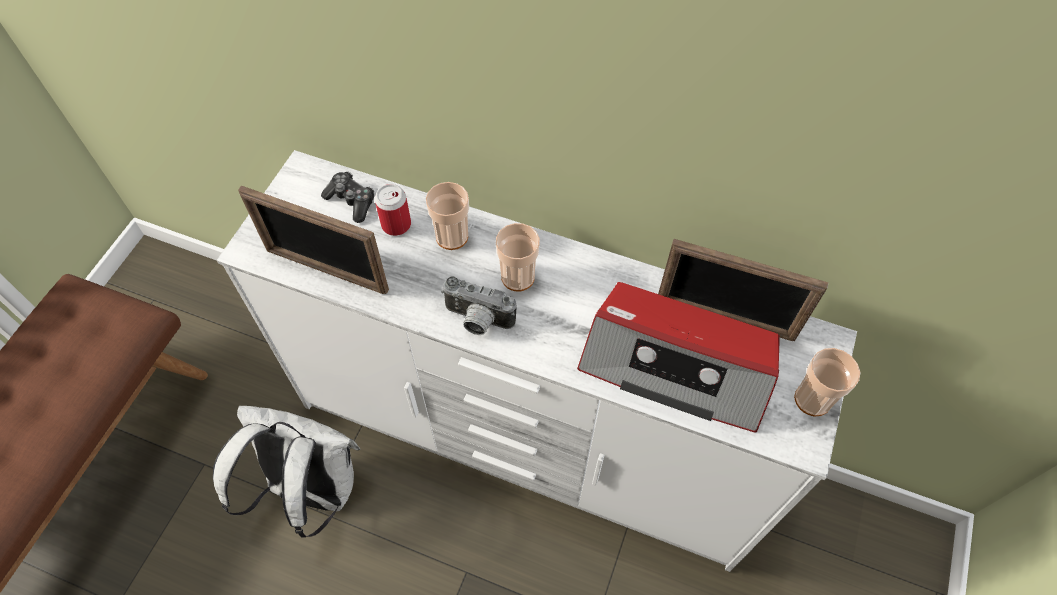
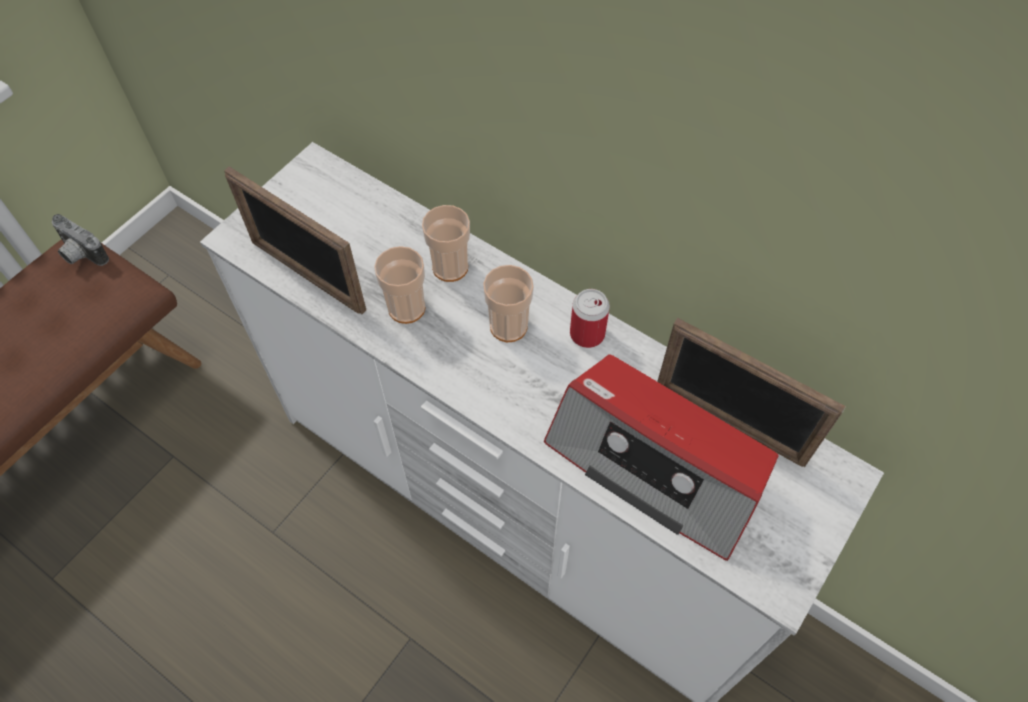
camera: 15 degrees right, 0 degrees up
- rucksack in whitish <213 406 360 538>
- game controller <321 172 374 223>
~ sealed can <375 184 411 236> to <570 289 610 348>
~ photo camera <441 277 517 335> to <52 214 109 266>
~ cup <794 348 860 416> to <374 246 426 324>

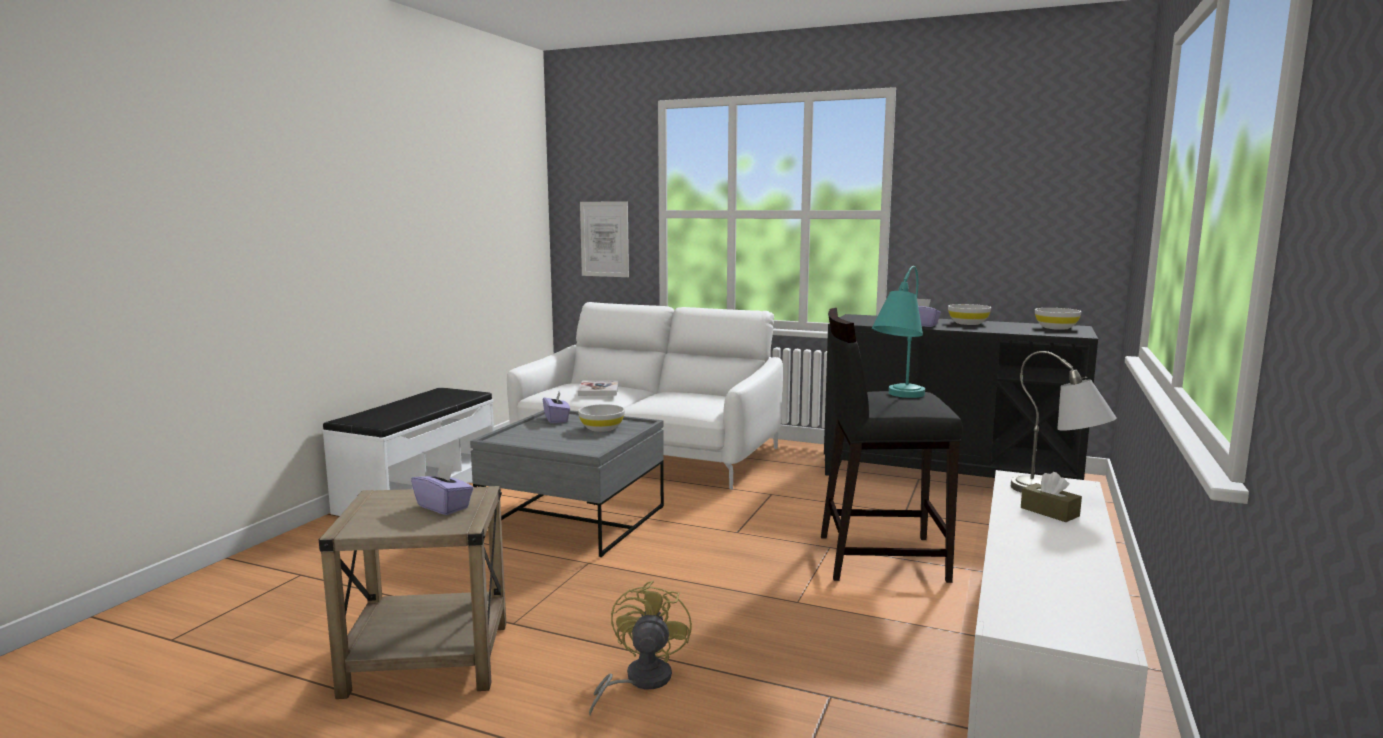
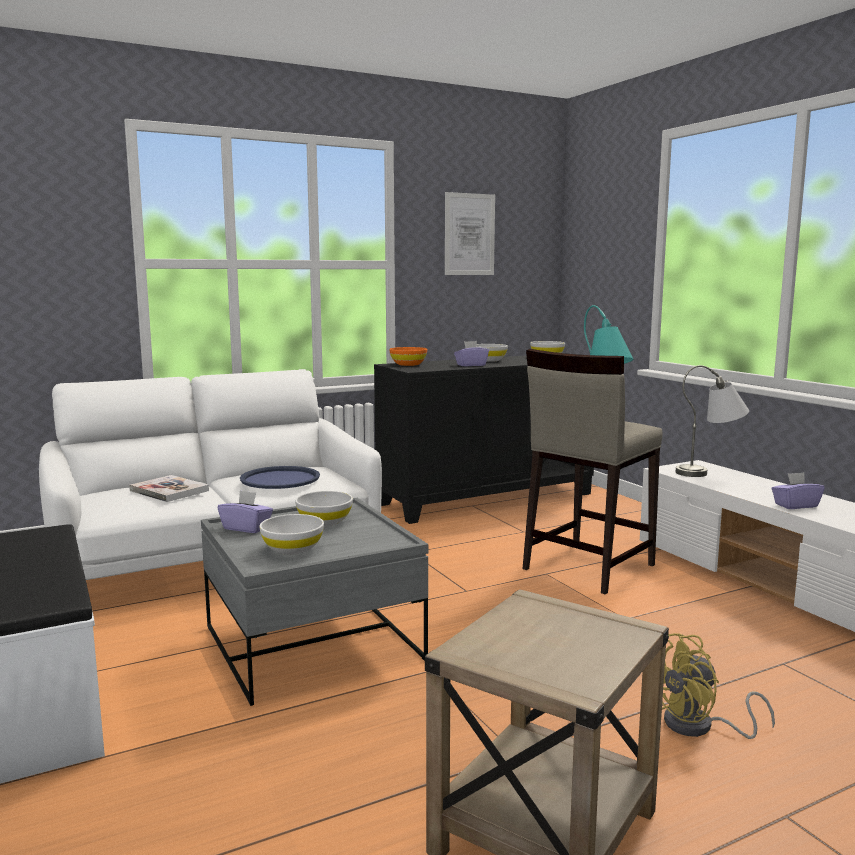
camera: 50 degrees left, 0 degrees up
- box of tissues in brownish <1021 472 1082 522>
+ serving tray in blue <240 466 320 489>
+ deep dish in whitish <259 514 324 555>
+ deep dish in orange <389 347 427 366>
~ box of tissues in purple <411 462 474 515> to <771 472 825 509>
~ wall picture <580 202 629 277> to <445 192 495 275>
~ stool in black <821 308 963 583> to stool in sand-coloured <522 349 663 594>
~ fan in yellowish <589 581 692 716> = <662 633 775 739> 75 degrees counterclockwise

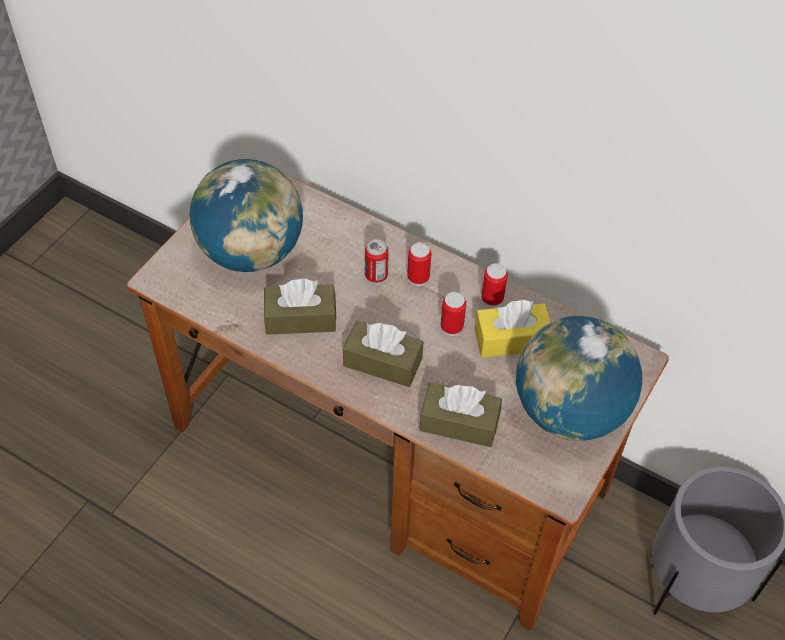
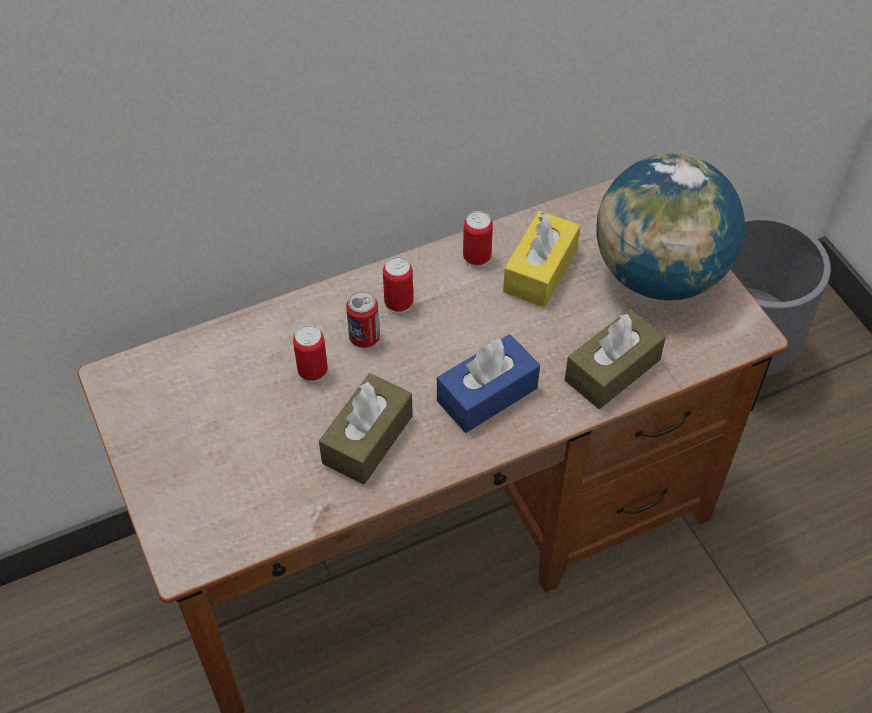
camera: 55 degrees left, 0 degrees up
- globe <190 159 303 272>
~ sealed can <441 292 466 336> to <293 325 328 383>
~ box of tissues in brownish <343 320 424 387> to box of tissues in blue <437 334 540 433>

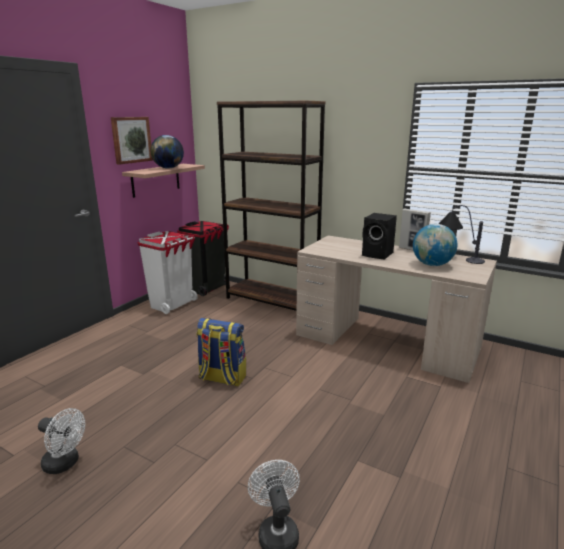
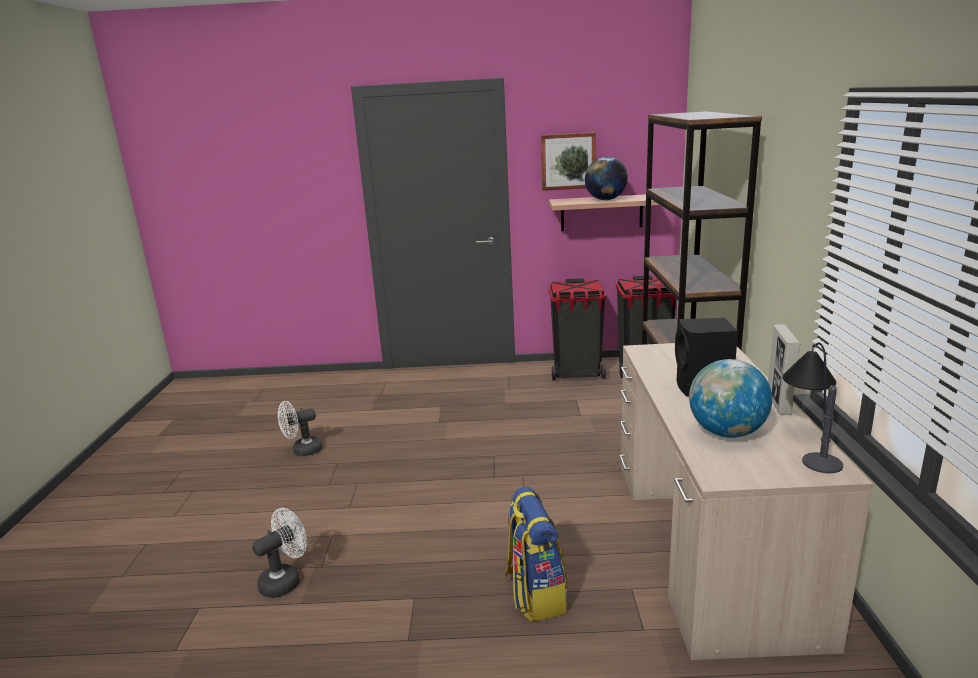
camera: 60 degrees right, 0 degrees up
~ rucksack <196 318 246 387> to <505 487 568 621>
~ trash can in whitish <138 231 198 314> to trash can in black <549 278 606 380>
~ fan in whitish <38 408 85 474> = <278 401 323 456> 75 degrees clockwise

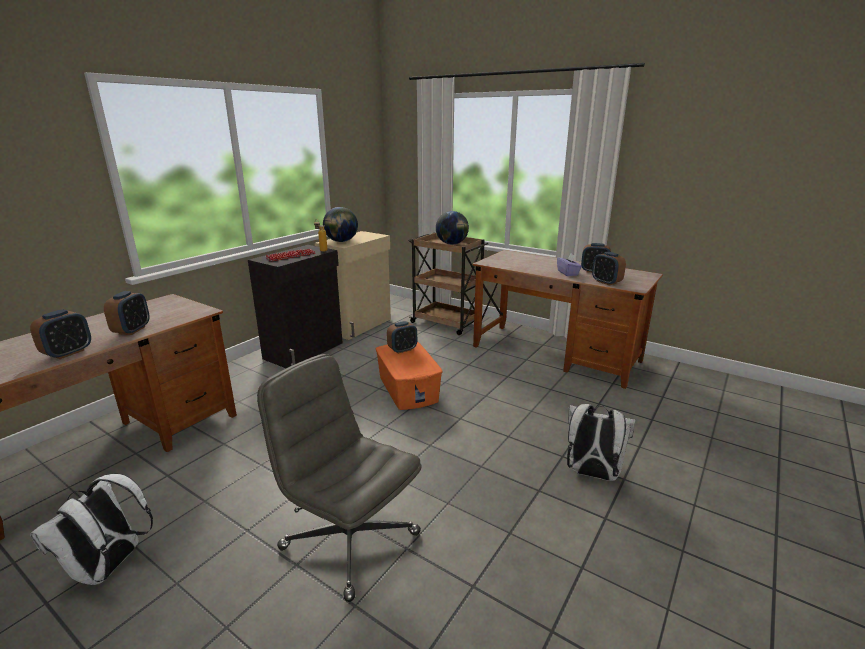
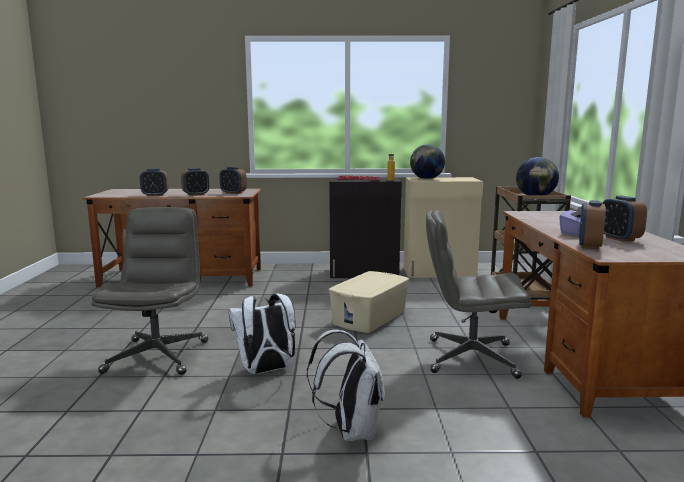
camera: 55 degrees right, 10 degrees down
+ desk chair in greyish <426 210 531 379>
~ rucksack in whitish <30 474 153 585> to <228 293 296 374>
~ bedside clock <387 321 417 354> to <220 167 247 194>
~ storage box in orange <376 342 443 410> to storage box in sand-coloured <329 271 409 333>

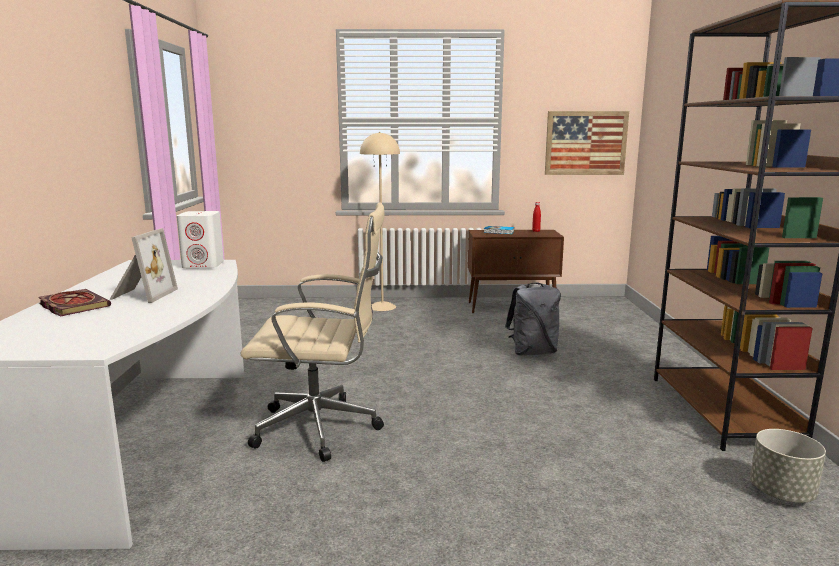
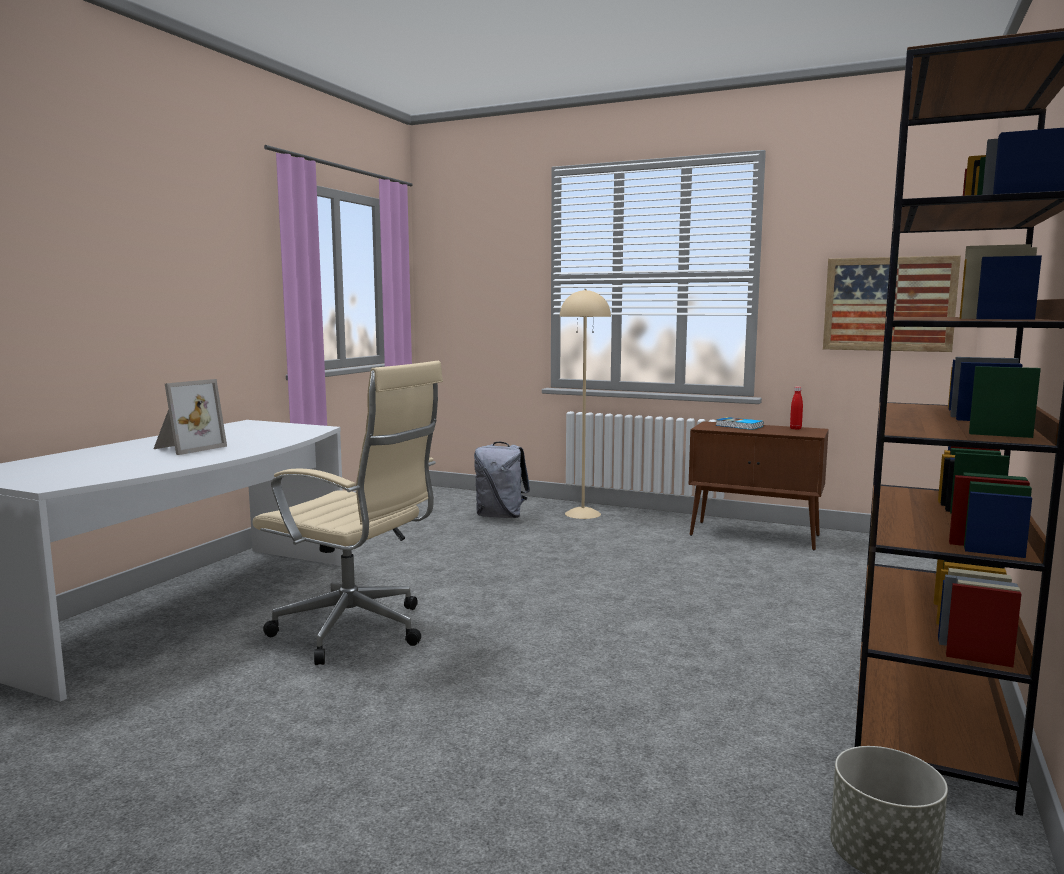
camera: 25 degrees right, 5 degrees down
- bound book <38 289 111 317>
- speaker in whitish <177 211 224 269>
~ rucksack in greyish <505 283 561 355> to <474 442 530 518>

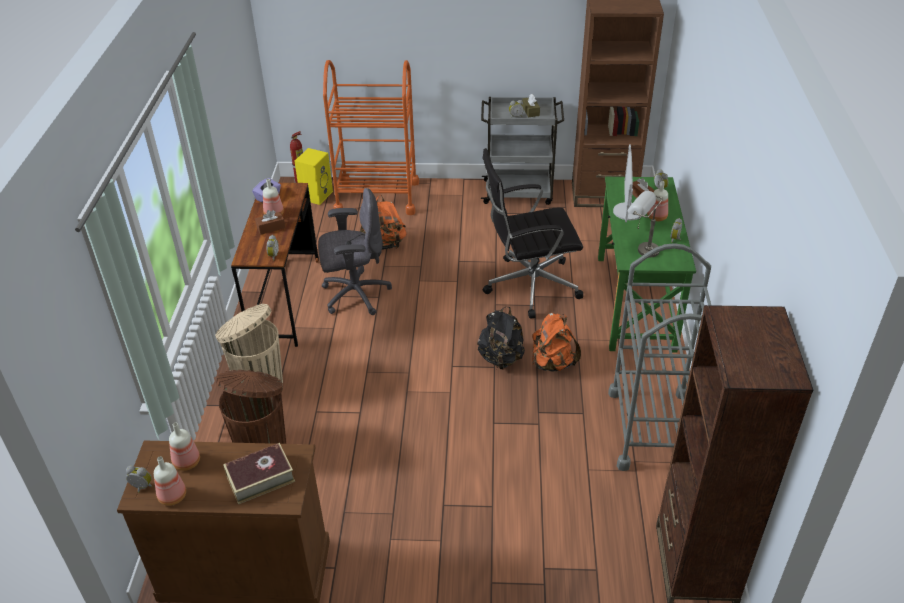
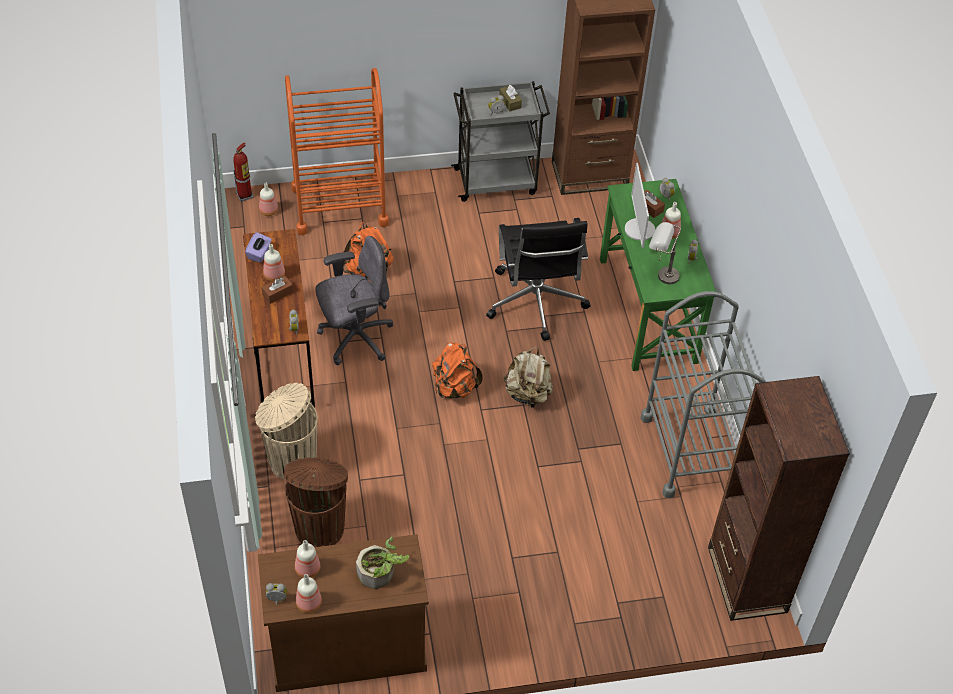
camera: 15 degrees left, 10 degrees up
~ rucksack in orange <532 313 581 372> to <432 342 483 398>
~ bound book <223 443 295 505> to houseplant <356 537 409 589>
~ speaker in yellowish <294 148 333 205> to bottle <259 183 278 216>
~ rucksack in black <477 307 525 370> to rucksack in sand-coloured <504 347 553 408>
~ desk chair in black <482 148 583 319> = <486 218 590 341> 75 degrees counterclockwise

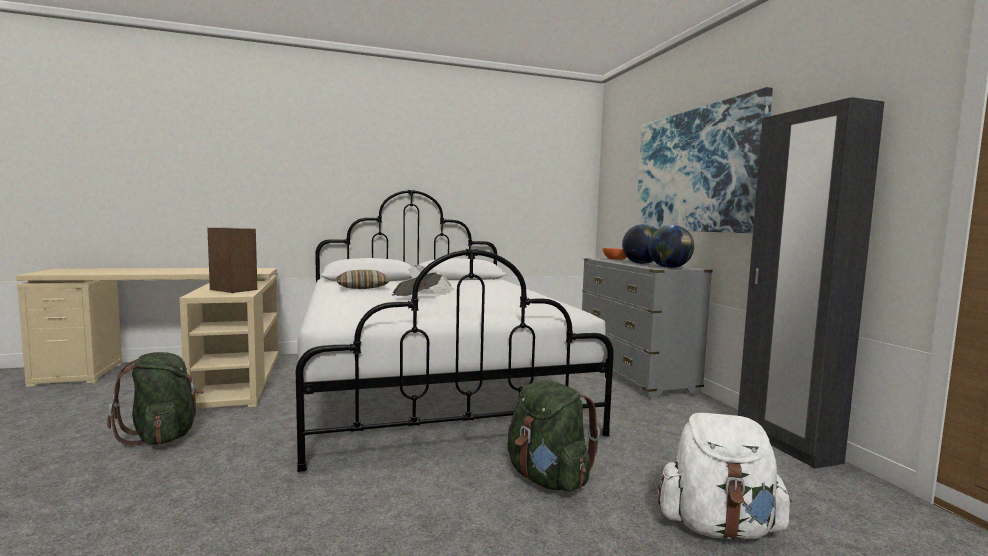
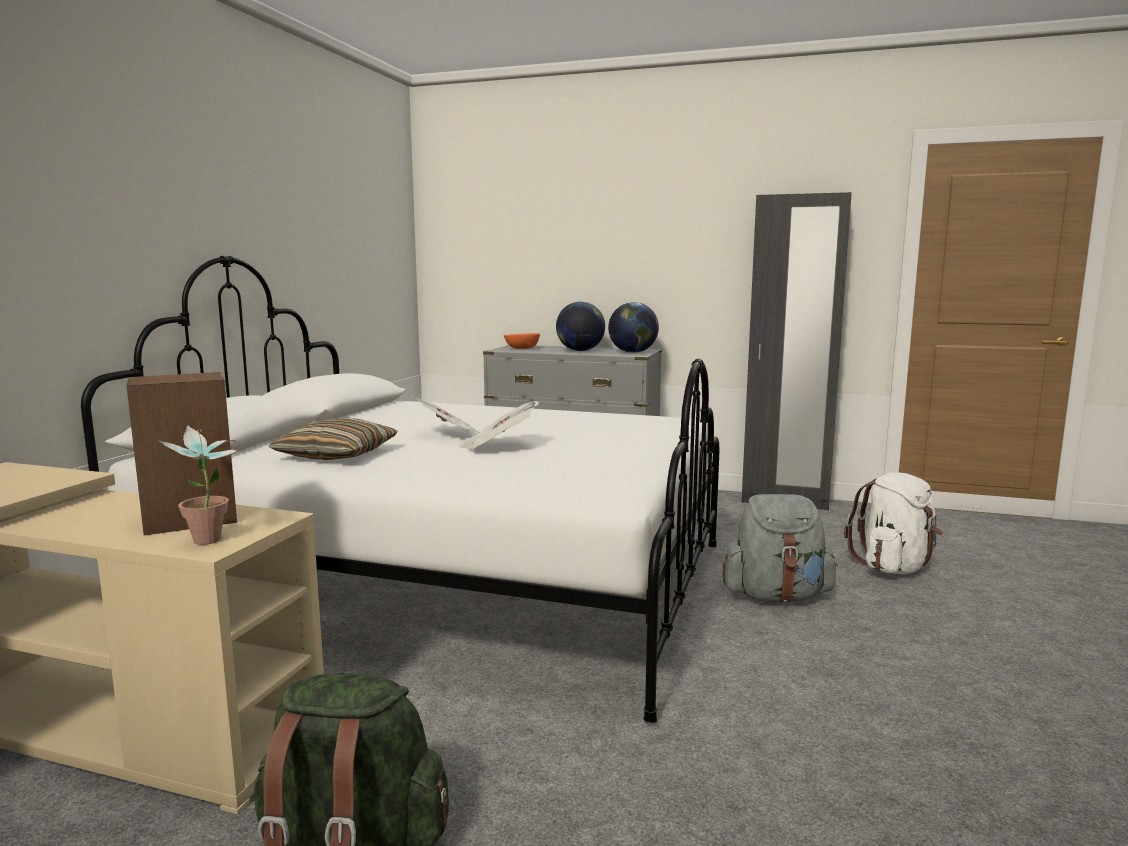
camera: 55 degrees left, 5 degrees up
- wall picture <636 87 773 234>
+ houseplant <160 425 238 545>
~ rucksack in greenish <507 380 600 492> to rucksack in greyish <722 494 838 603>

